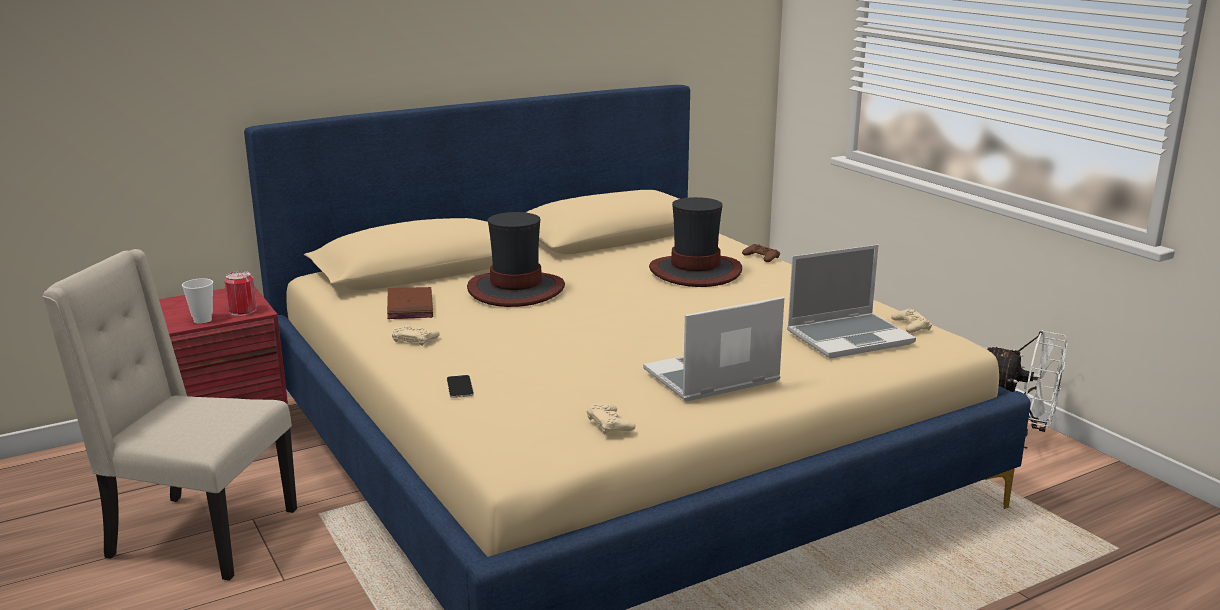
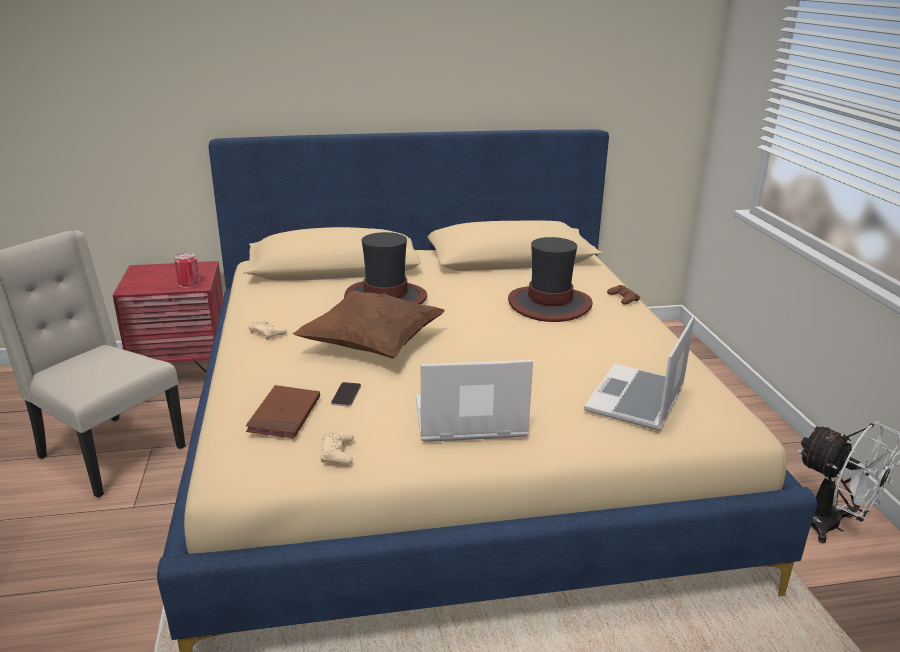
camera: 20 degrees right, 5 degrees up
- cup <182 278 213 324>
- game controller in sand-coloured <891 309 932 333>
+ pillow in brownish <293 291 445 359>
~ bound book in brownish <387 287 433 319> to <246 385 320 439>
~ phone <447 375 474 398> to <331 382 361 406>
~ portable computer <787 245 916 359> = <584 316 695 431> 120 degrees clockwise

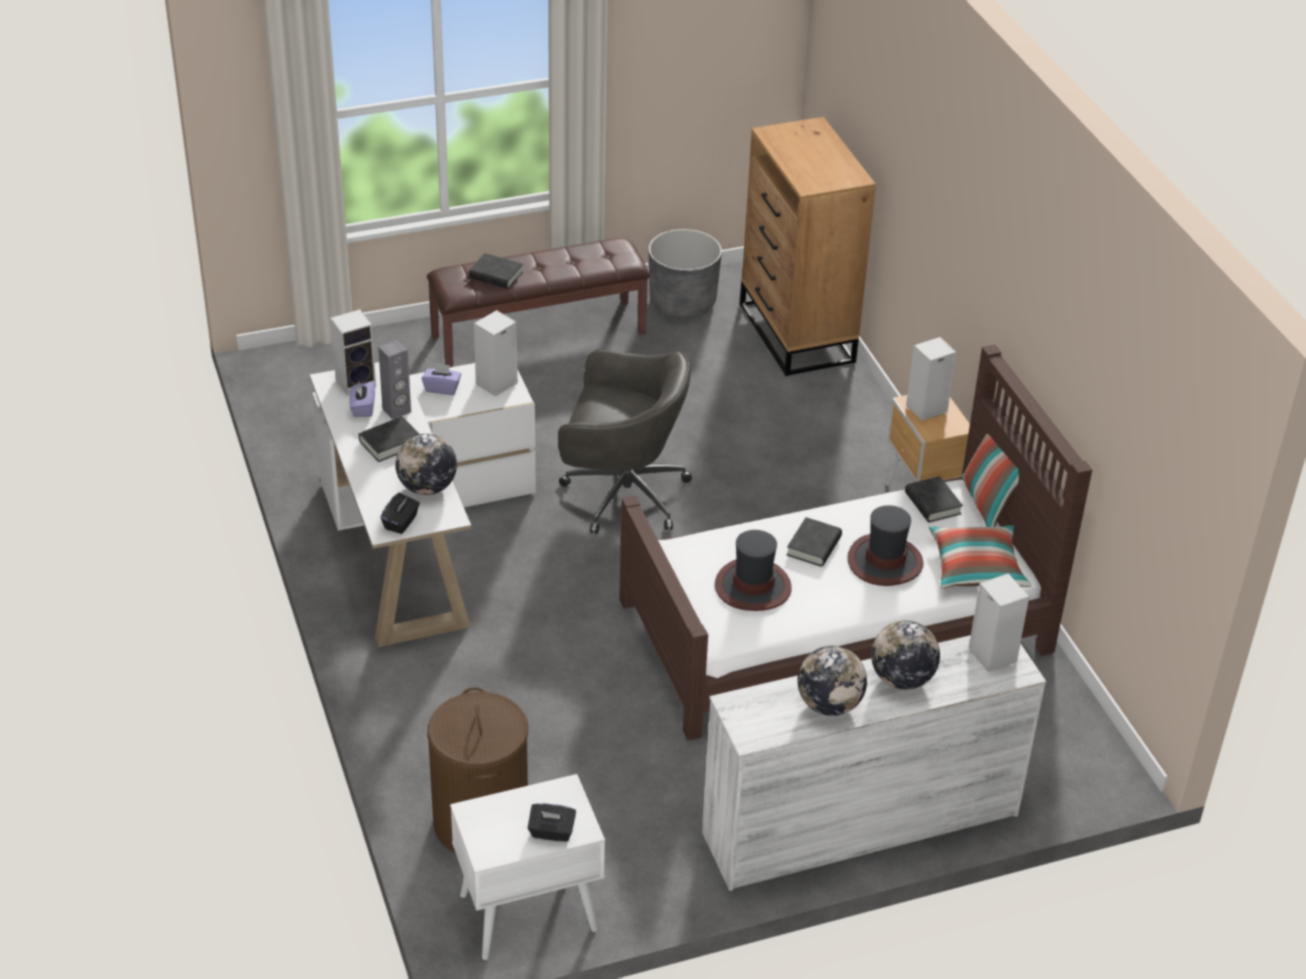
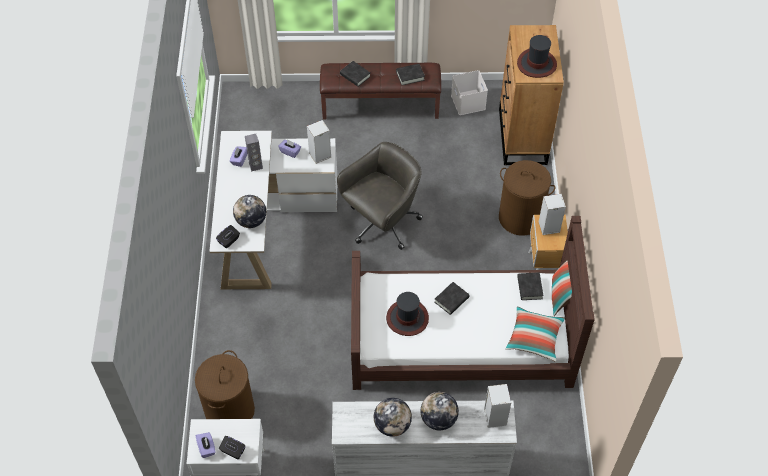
camera: 20 degrees right, 15 degrees up
- speaker <330 309 376 396>
+ box of tissues in purple <196 432 216 458>
+ hamper in brownish <499 160 555 236>
~ bound book in black <358 417 419 462> to <396 64 425 85>
~ wearable hat <847 505 923 586> to <517 35 557 78>
~ flower pot in greyish <648 229 722 319> to storage box in whitish <451 70 488 115>
~ desk chair in greyish <558 349 692 534> = <337 142 423 250> 75 degrees counterclockwise

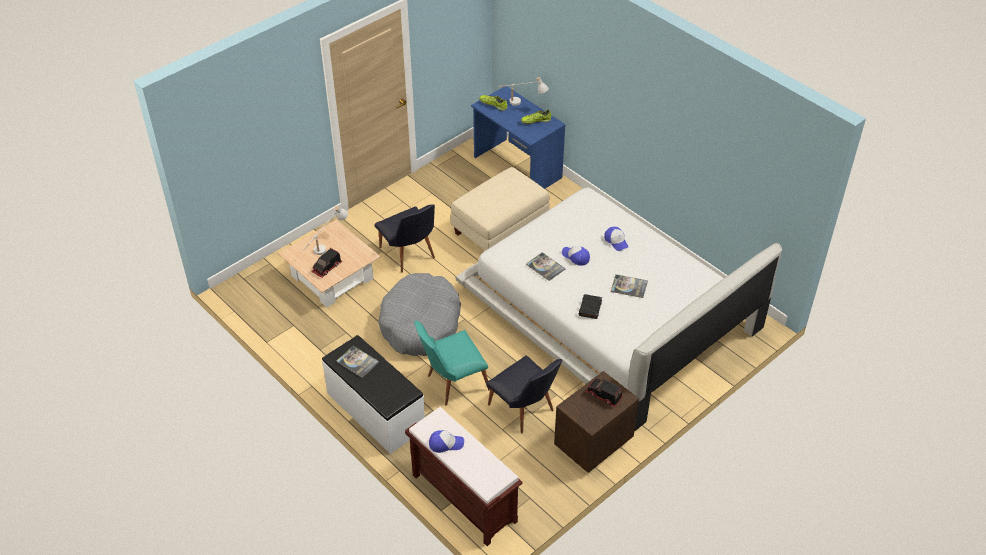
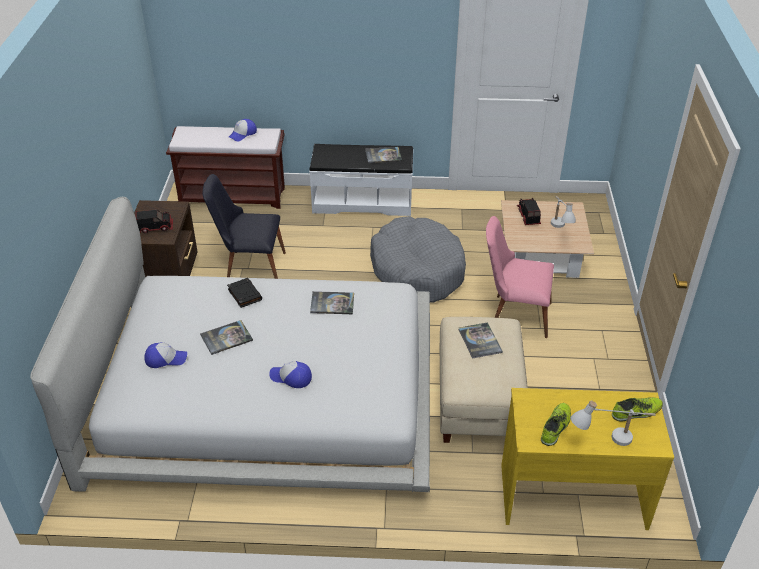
camera: 135 degrees right, 5 degrees down
- upright chair in turquoise-coloured <414 321 490 406>
+ bound book <458 322 503 358>
~ cap <562 246 590 266> to <145 342 187 368>
~ upright chair in black <375 204 435 273> to upright chair in pinkish <486 216 554 338>
~ desk unit in blue <471 86 566 189> to desk unit in yellowish <501 388 674 530>

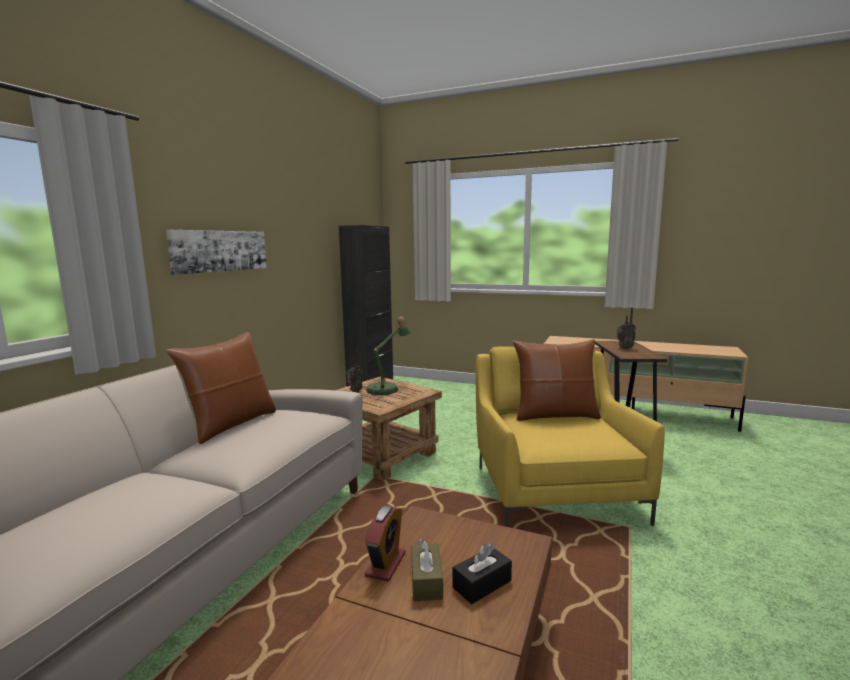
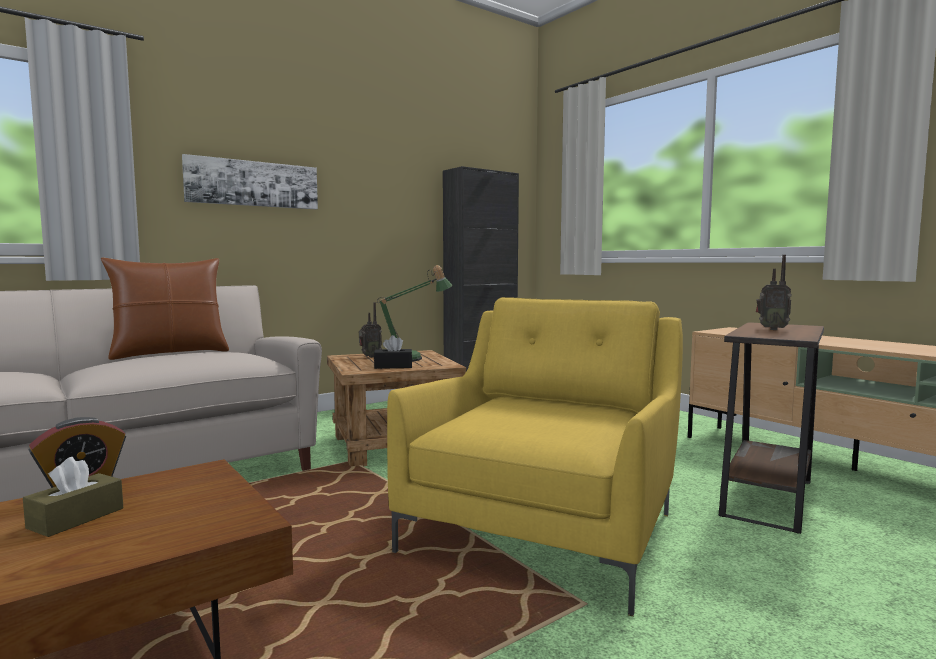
camera: 30 degrees right, 5 degrees down
- pillow in brownish <513 339 601 421>
~ box of tissues in black <453 543 512 604> to <374 335 412 369>

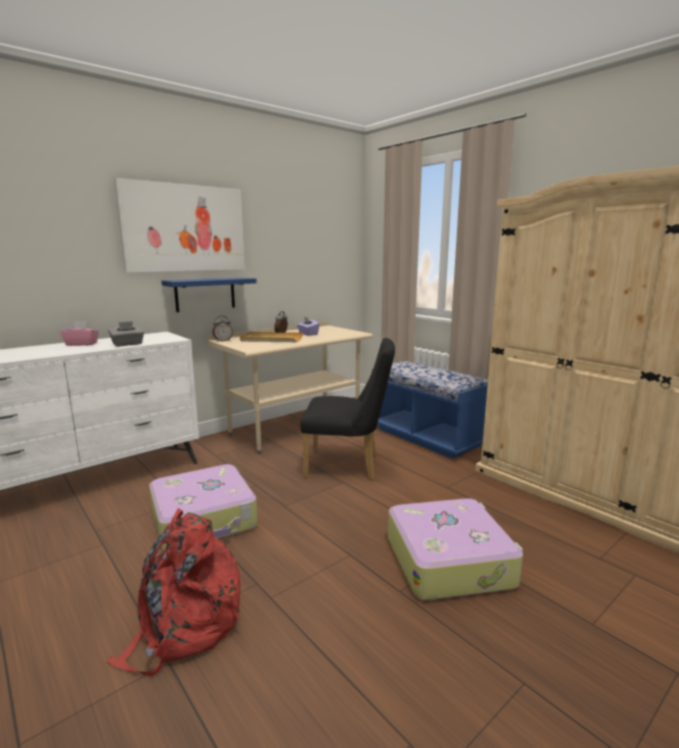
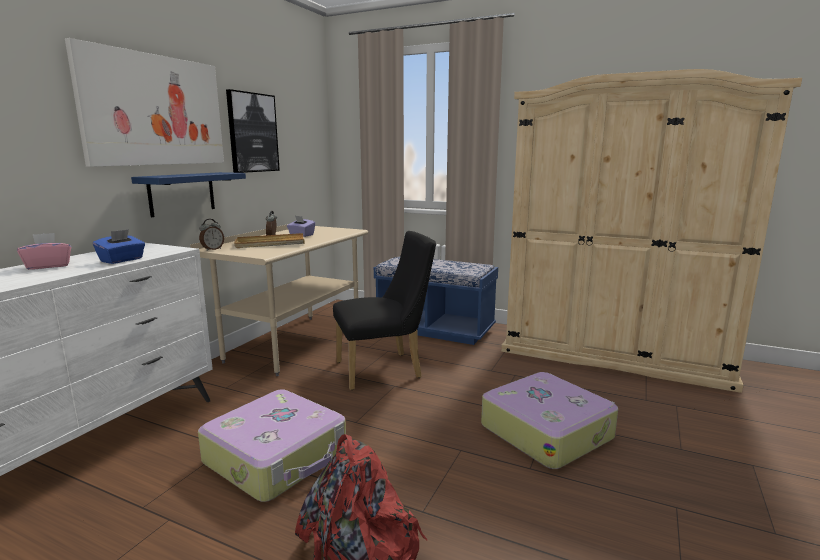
camera: 25 degrees left, 0 degrees up
+ wall picture <226 89 280 173>
~ box of tissues in greyish <108 321 144 346> to box of tissues in blue <93 229 145 264>

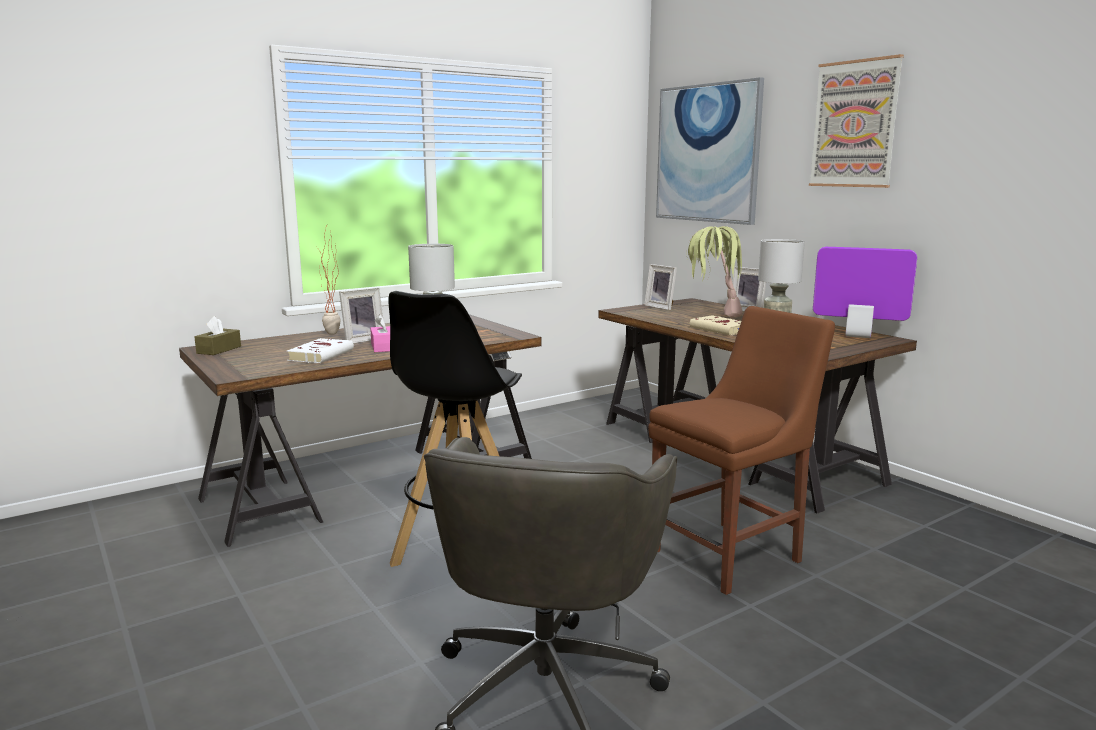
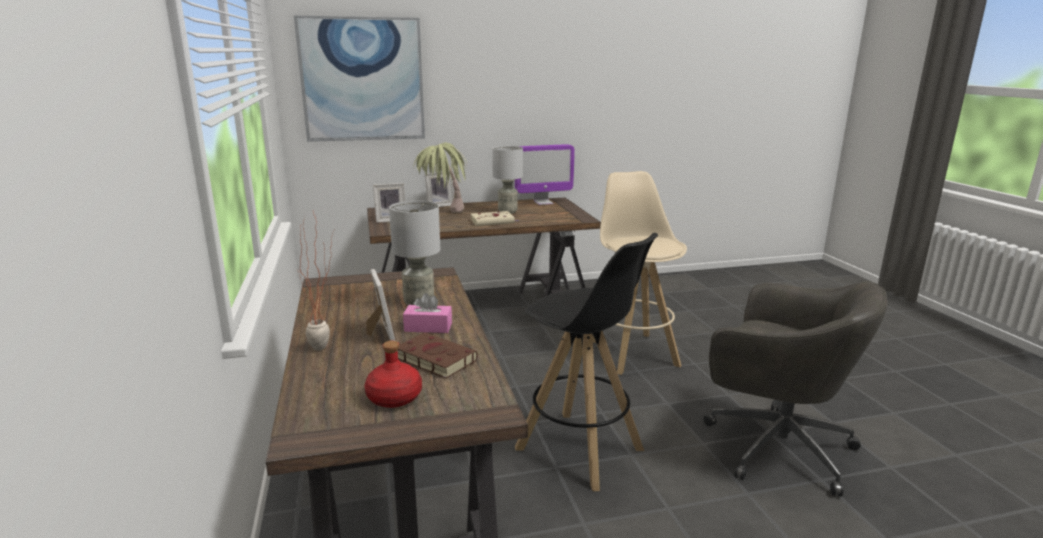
camera: 70 degrees left, 5 degrees up
- box of tissues in brownish <195 316 241 355>
- wall picture <809 54 904 188>
+ bottle in reddish <365 341 422 408>
~ upright chair in brownish <648 306 835 595> to stool in sand-coloured <593 171 687 375>
~ bound book in whitish <287 338 354 363> to bound book in brownish <398 332 478 379>
~ monitor <813 247 917 338> = <515 144 575 205> 150 degrees counterclockwise

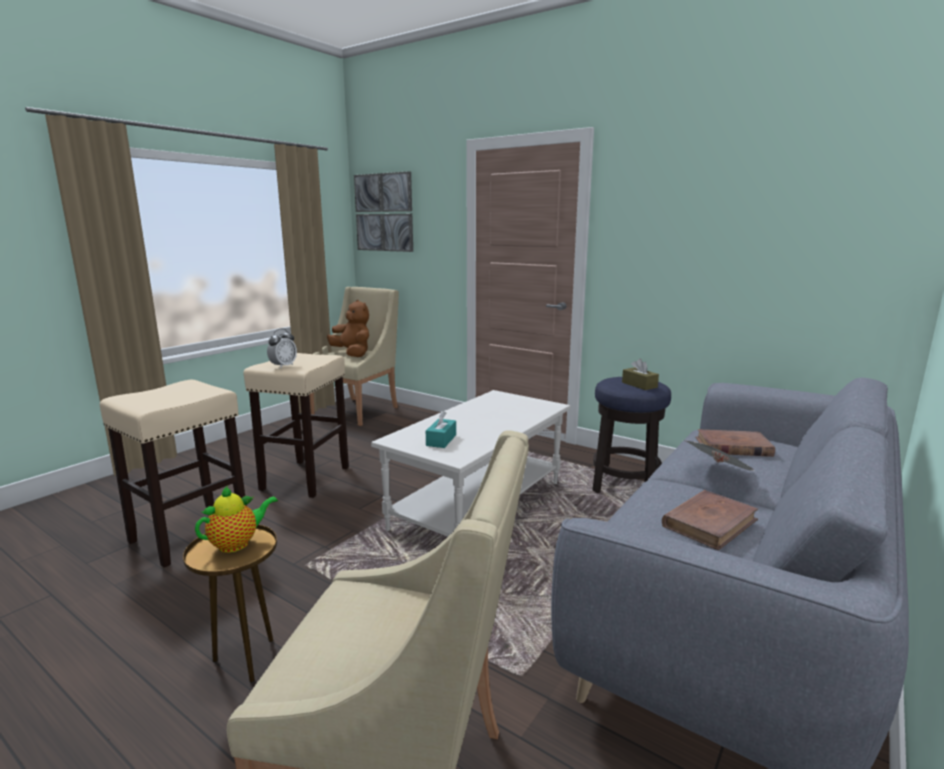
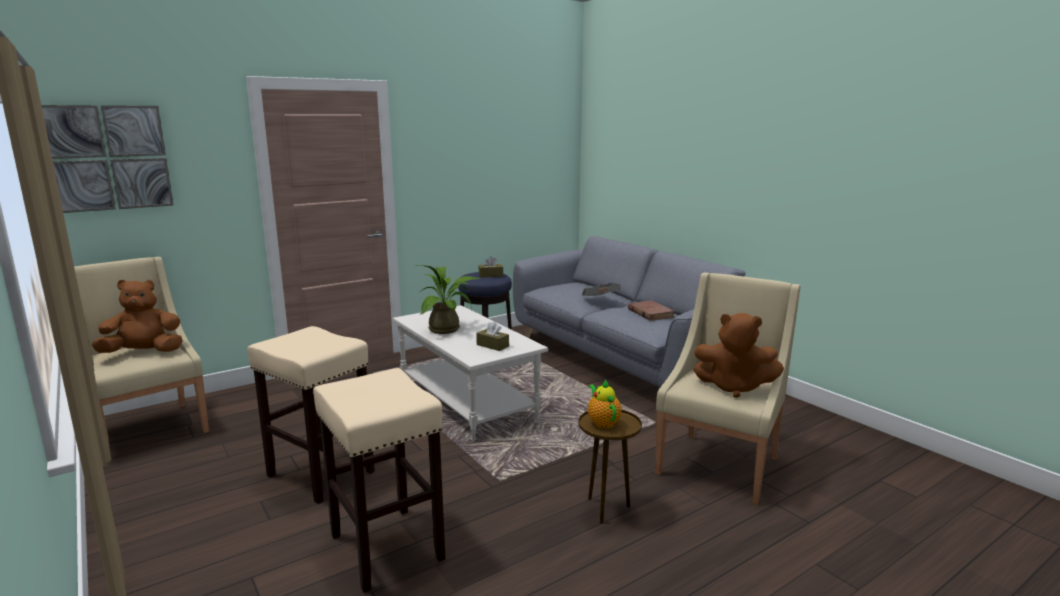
camera: 70 degrees left, 0 degrees up
- bedside clock <267 328 297 369>
- bound book in brownish <695 429 775 457>
+ houseplant <415 265 480 334>
+ cuddly toy in brownish <693 313 784 398>
~ box of tissues in turquoise-coloured <426 410 456 448> to box of tissues in brownish <476 321 509 351>

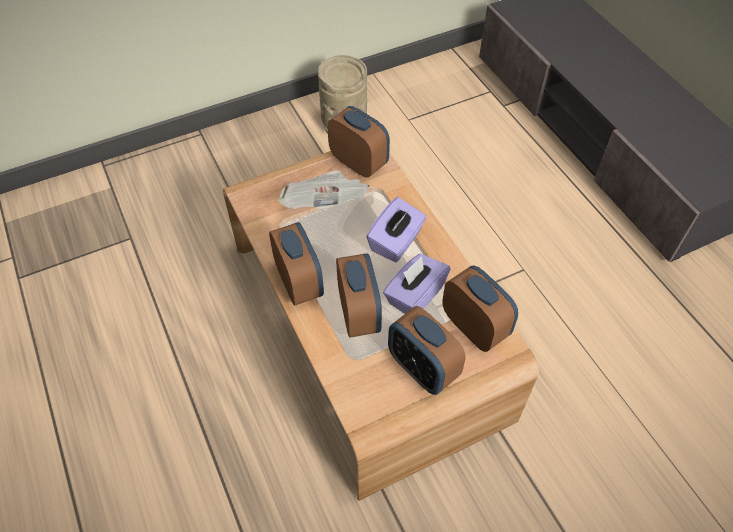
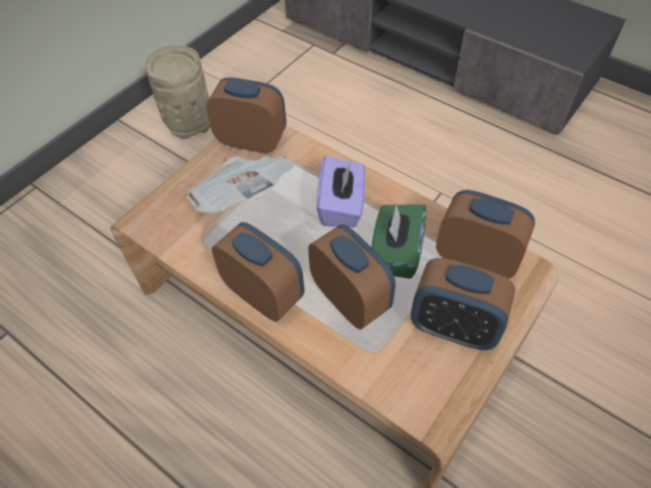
camera: 25 degrees left, 0 degrees up
~ box of tissues in purple <383 254 451 314> to box of tissues in greenish <371 204 426 279>

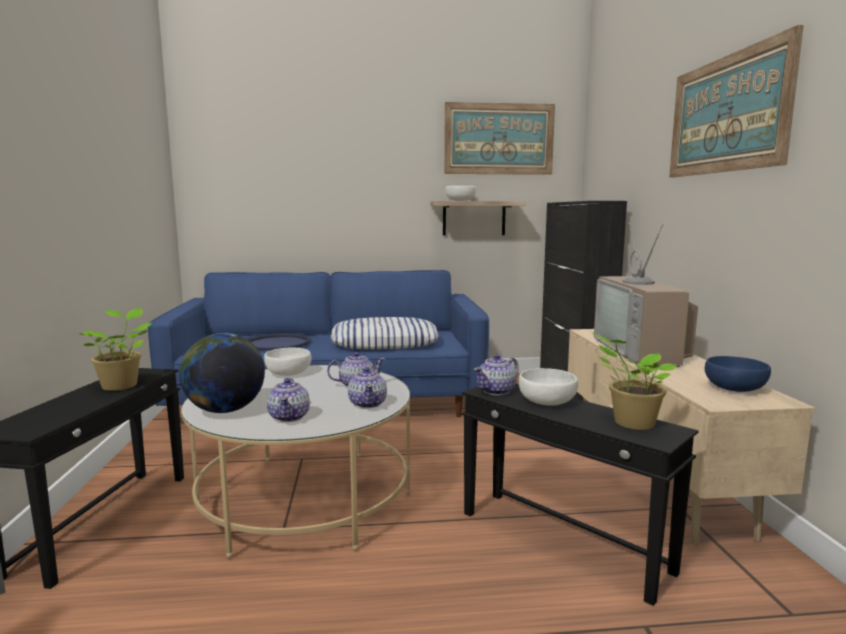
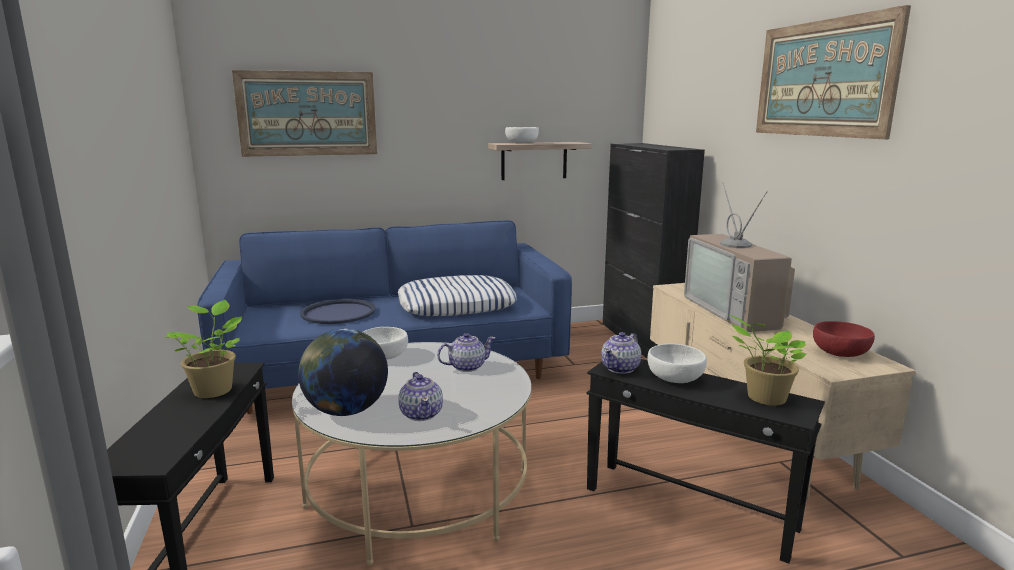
camera: 10 degrees left, 5 degrees up
- tea pot <348 367 387 409>
~ wall picture <444 102 555 175> to <232 70 377 157>
~ deep dish in blue <705 356 771 392> to deep dish in reddish <813 321 875 357>

